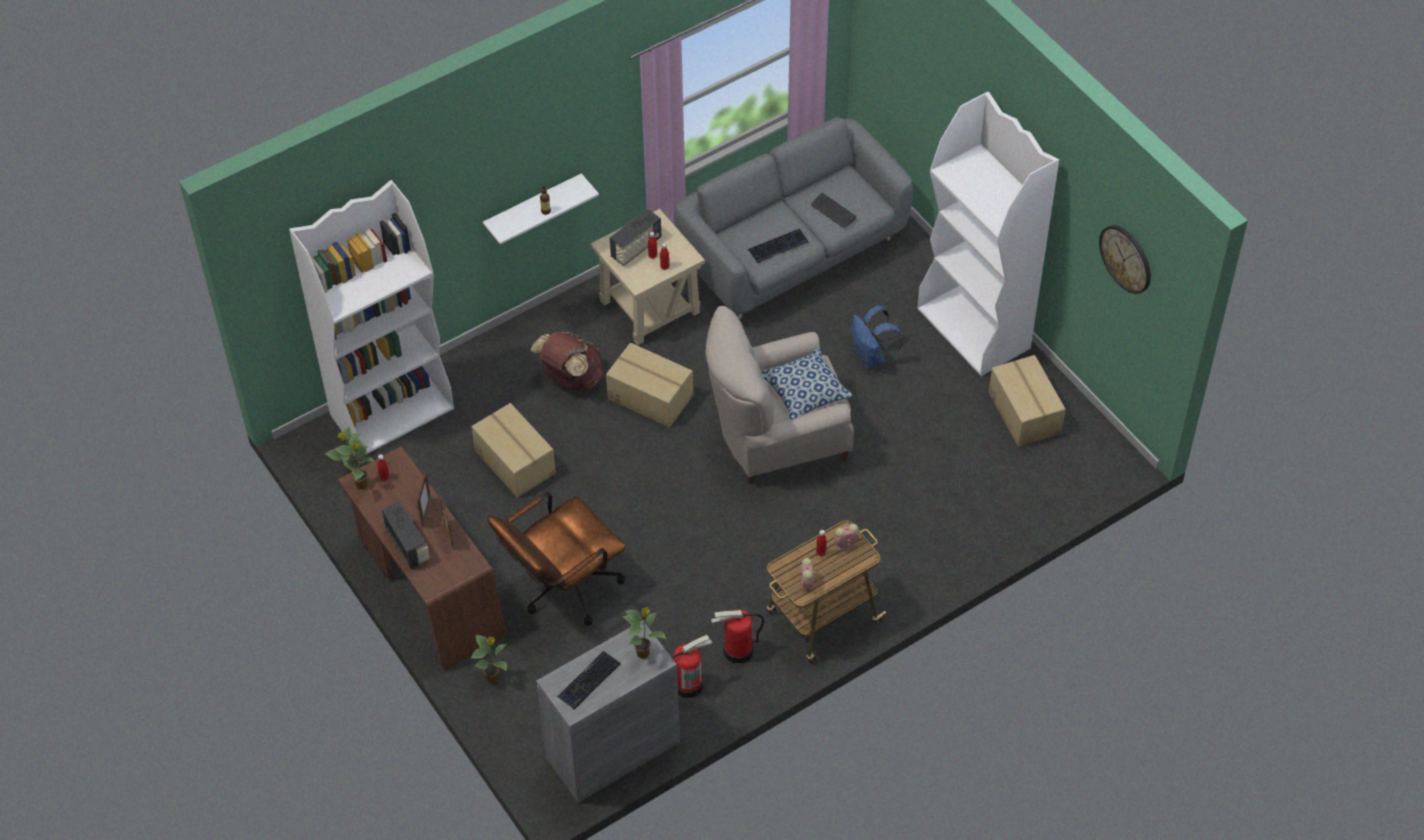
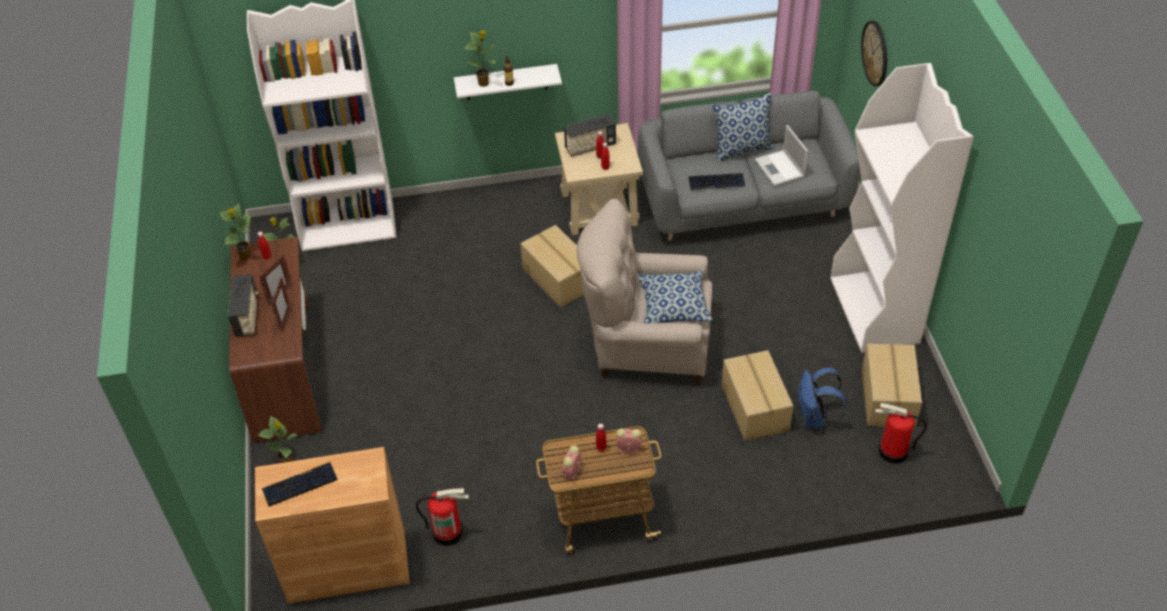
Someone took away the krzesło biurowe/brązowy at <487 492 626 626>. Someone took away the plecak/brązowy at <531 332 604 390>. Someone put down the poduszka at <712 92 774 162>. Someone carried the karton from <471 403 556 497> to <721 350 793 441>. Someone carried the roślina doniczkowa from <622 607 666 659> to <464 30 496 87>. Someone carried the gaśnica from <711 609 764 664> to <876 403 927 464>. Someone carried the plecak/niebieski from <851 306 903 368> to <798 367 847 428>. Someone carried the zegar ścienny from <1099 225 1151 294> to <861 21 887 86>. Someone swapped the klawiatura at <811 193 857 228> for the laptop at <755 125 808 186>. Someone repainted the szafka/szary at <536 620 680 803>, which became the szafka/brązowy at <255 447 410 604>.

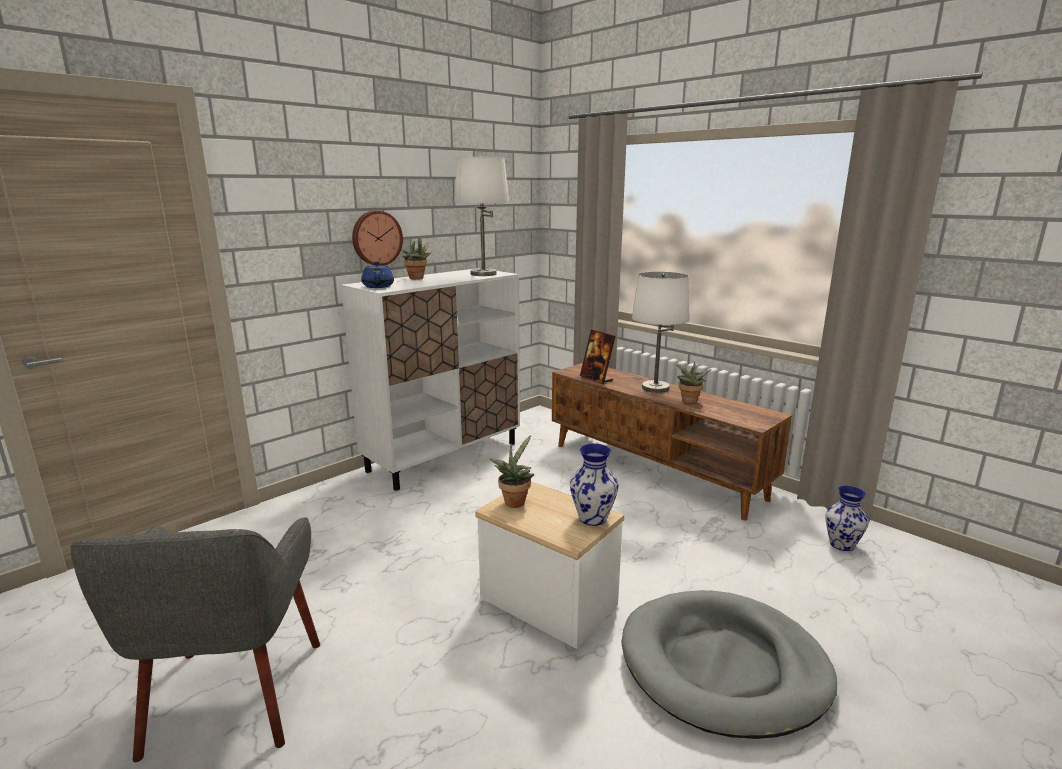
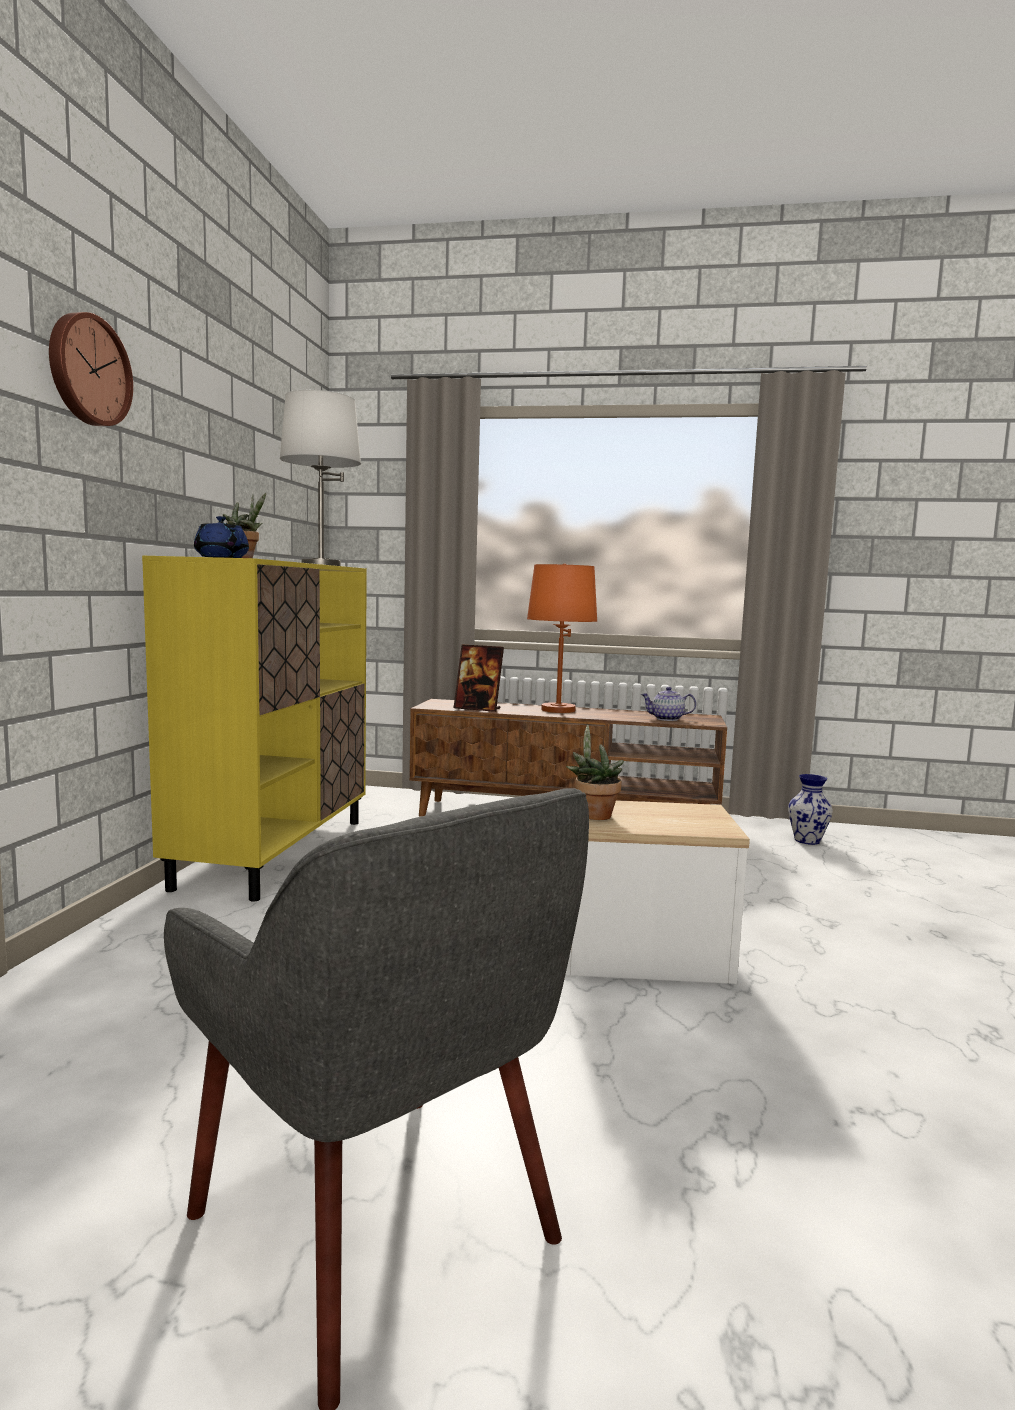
Someone took away the wazon at <570 444 619 526>. Someone took away the legowisko/szary at <621 590 837 739>. Someone took away the roślina doniczkowa at <677 362 712 403>. Someone put down the imbryk at <641 687 696 721>. Someone carried the zegar ścienny from <352 211 403 266> to <49 312 133 426>. Someone repainted the szafka/biały at <341 268 520 491>, which became the szafka/żółty at <142 556 367 902>. Someone repainted the lampa stołowa/biały at <632 272 690 393>, which became the lampa stołowa/pomarańczowy at <527 563 597 713>.

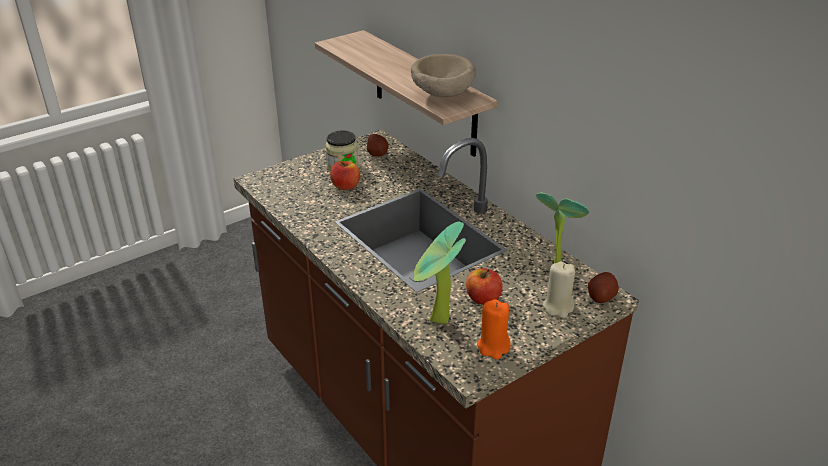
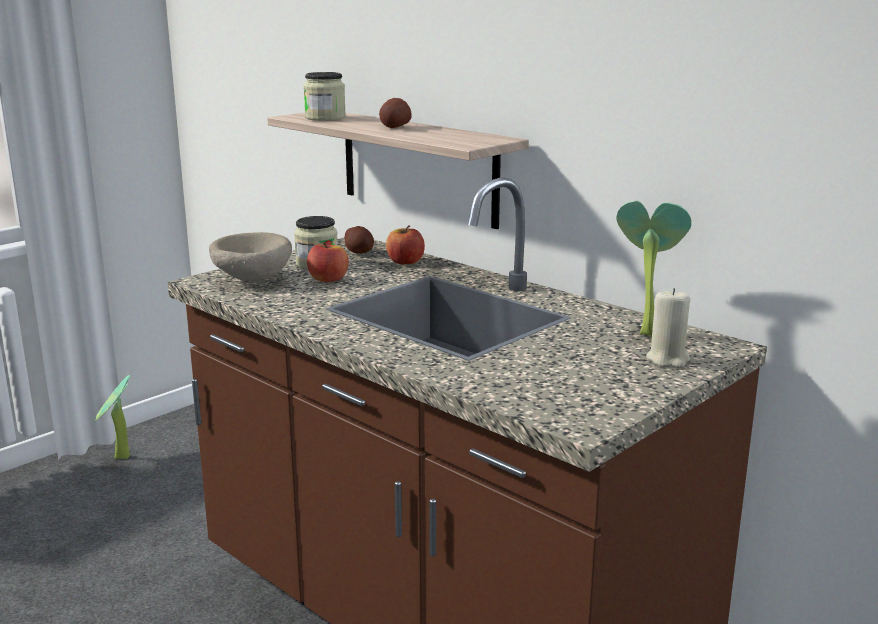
Someone took away the świeca/pomarańczowy at <477 299 510 360>. Someone put down the słoik at <303 72 346 121>. Someone carried the miska/beżowy from <411 54 476 97> to <209 232 292 281>. Someone carried the roślina doniczkowa from <414 222 466 324> to <95 375 131 459>. Someone carried the jabłko from <466 268 502 305> to <386 225 425 265>. Someone carried the ziemniak from <588 272 619 303> to <379 98 412 128>.

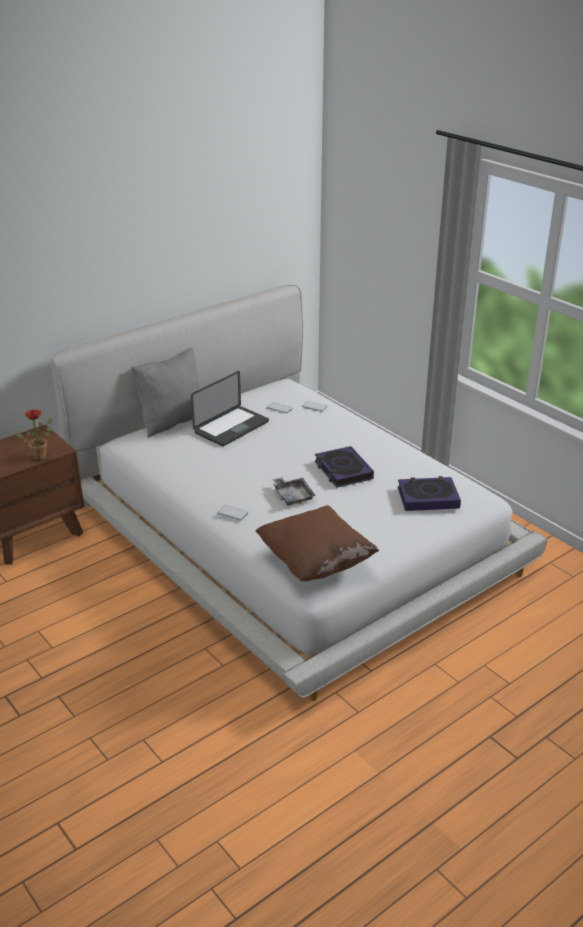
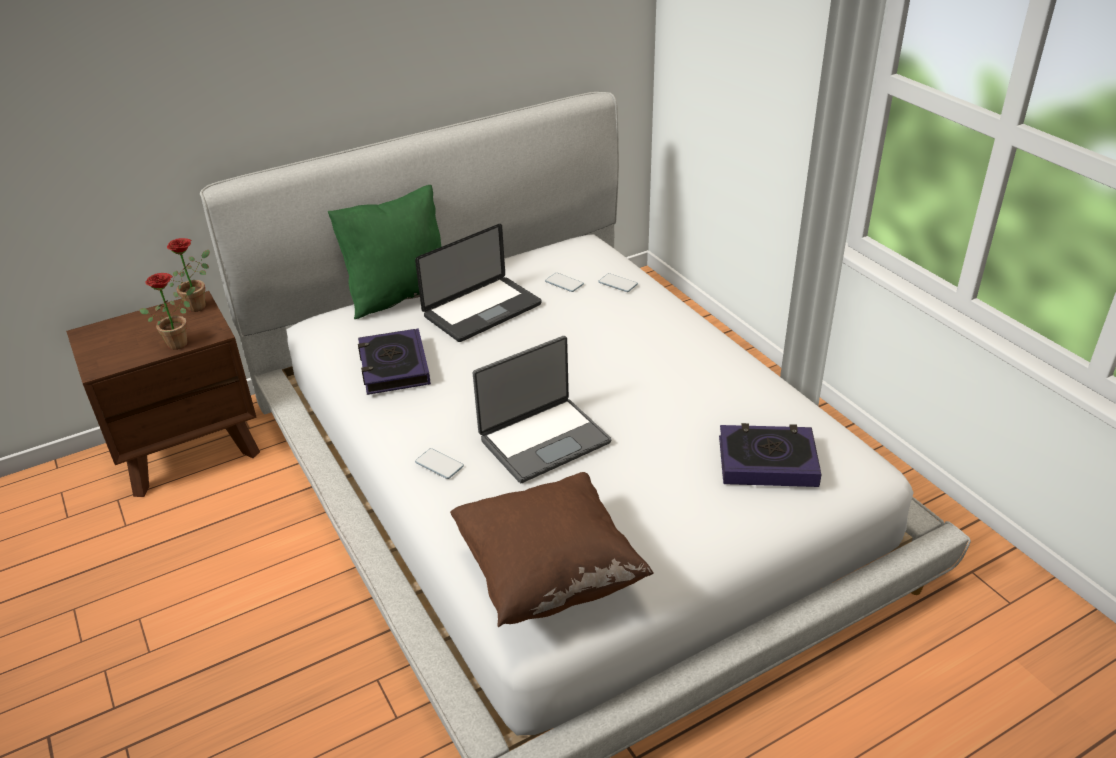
Someone put down the roślina doniczkowa at <167 238 210 312>. Someone carried the książka from <315 446 374 488> to <358 328 431 395>. Someone swapped the taca/szary at <272 477 316 506> for the laptop at <473 336 612 483>. Someone repainted the poduszka/szary at <131 348 201 438>, which became the poduszka/zielony at <328 185 442 319>.

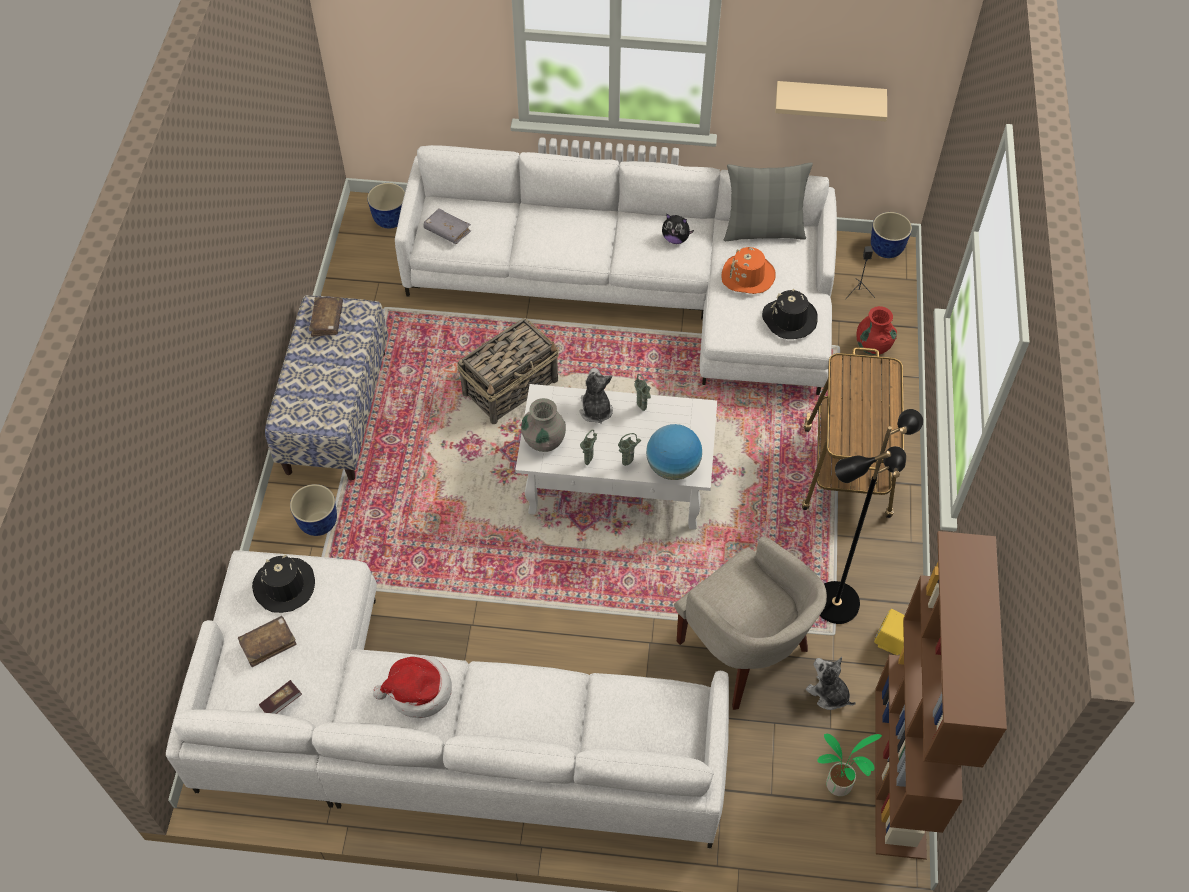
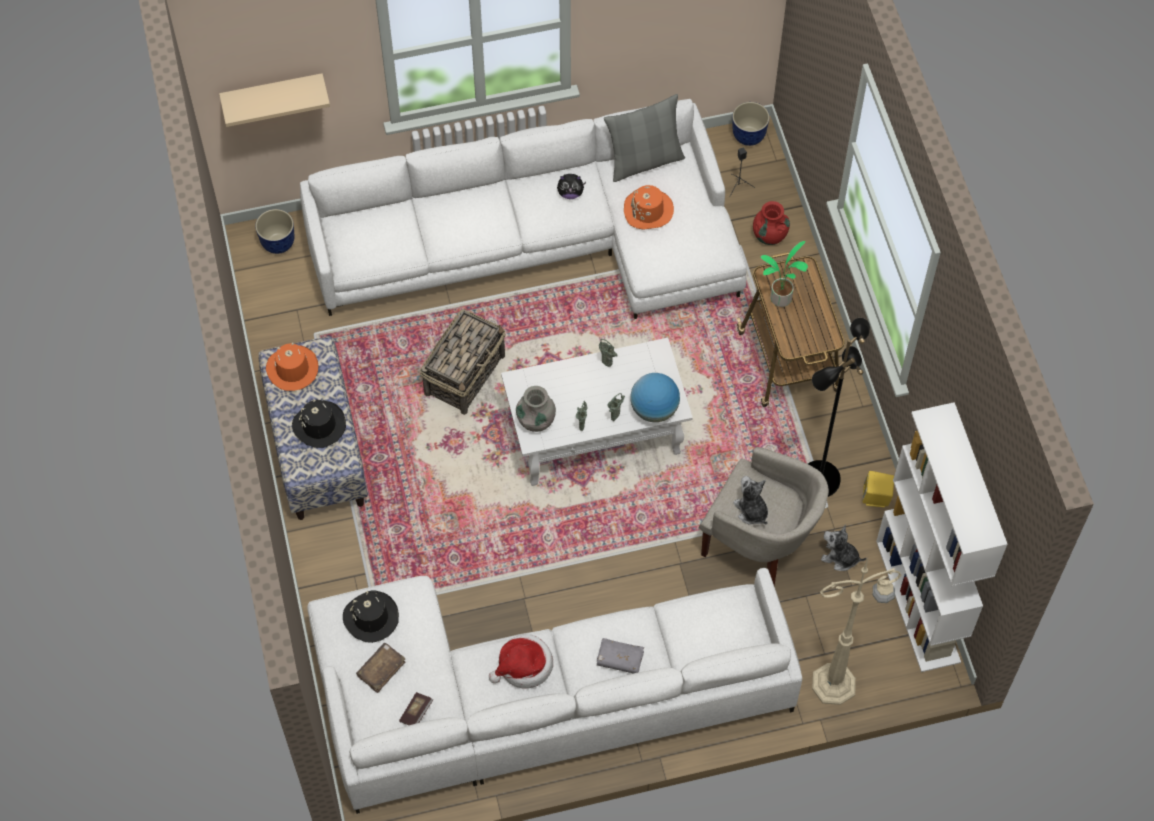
Someone took away the donica at <290 484 337 536>. Someone put down the lampa stojąca/beżowy at <812 558 902 705>. Someone carried the książka/szary from <424 208 471 244> to <597 638 644 673>. Someone carried the pluszak from <579 368 613 424> to <733 476 768 525>. Someone carried the kapelusz/czarny from <762 288 818 339> to <292 399 346 448>. Someone carried the półka/beżowy from <775 81 887 121> to <219 73 330 127>. Someone carried the roślina doniczkowa from <817 734 882 796> to <761 241 808 307>. Someone swapped the książka/brązowy at <309 297 343 337> for the kapelusz/pomarańczowy at <266 342 318 391>. Someone repainted the regał/brązowy at <875 531 1007 860>, which became the regał/biały at <876 402 1008 672>.

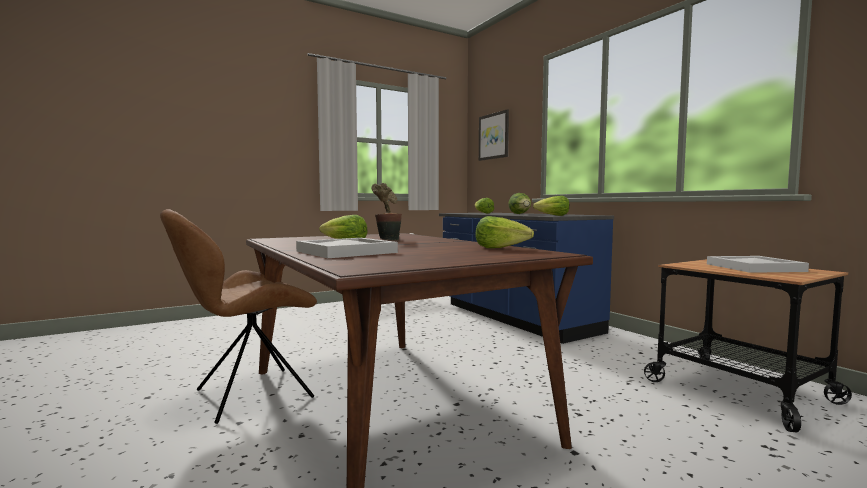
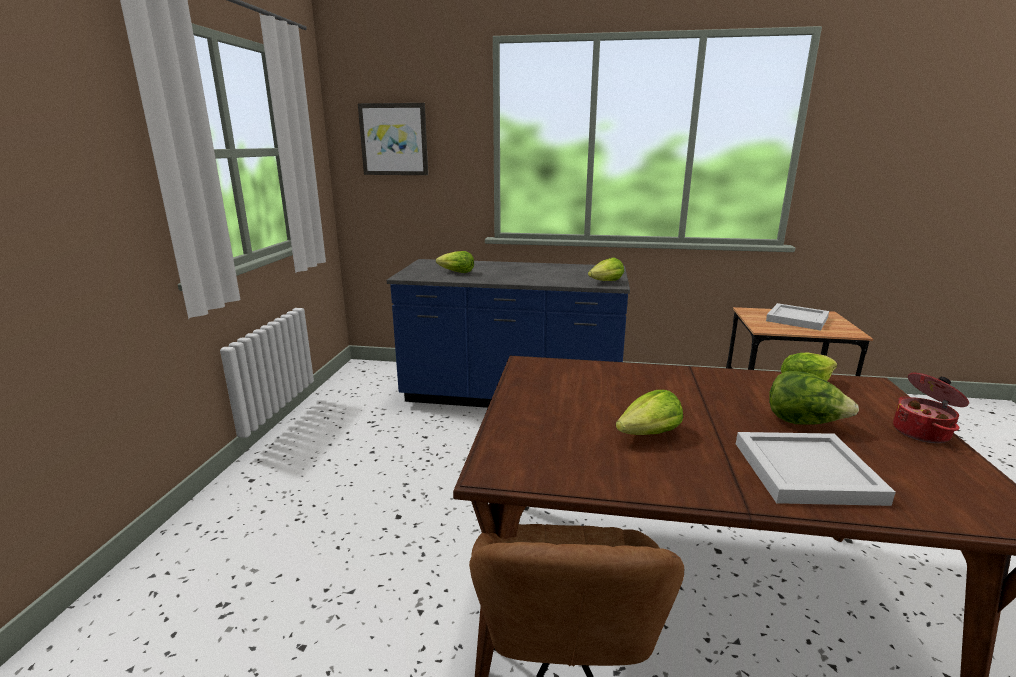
Someone took away the roślina doniczkowa at <372 183 402 240>. Someone put down the garnek at <893 373 969 443>. Someone carried the sałata from <508 193 531 214> to <769 371 859 425>.

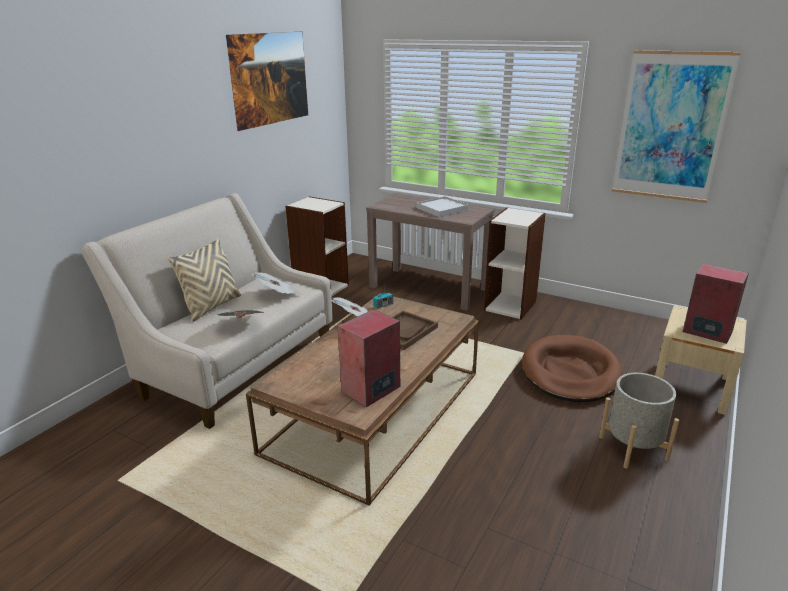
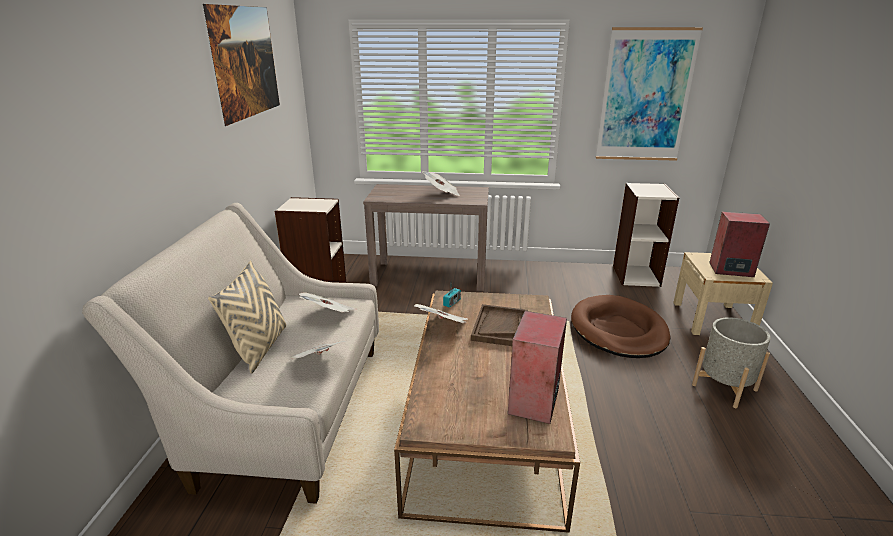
Someone carried the regał from <484 208 546 320> to <613 183 679 287>. Someone swapped the taca/biały at <416 196 469 217> for the gazeta at <422 171 460 196>.

